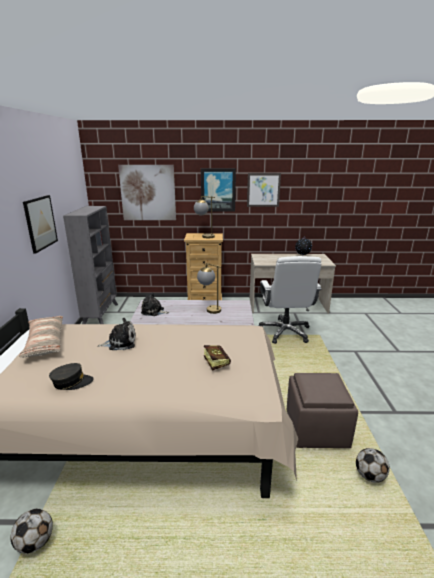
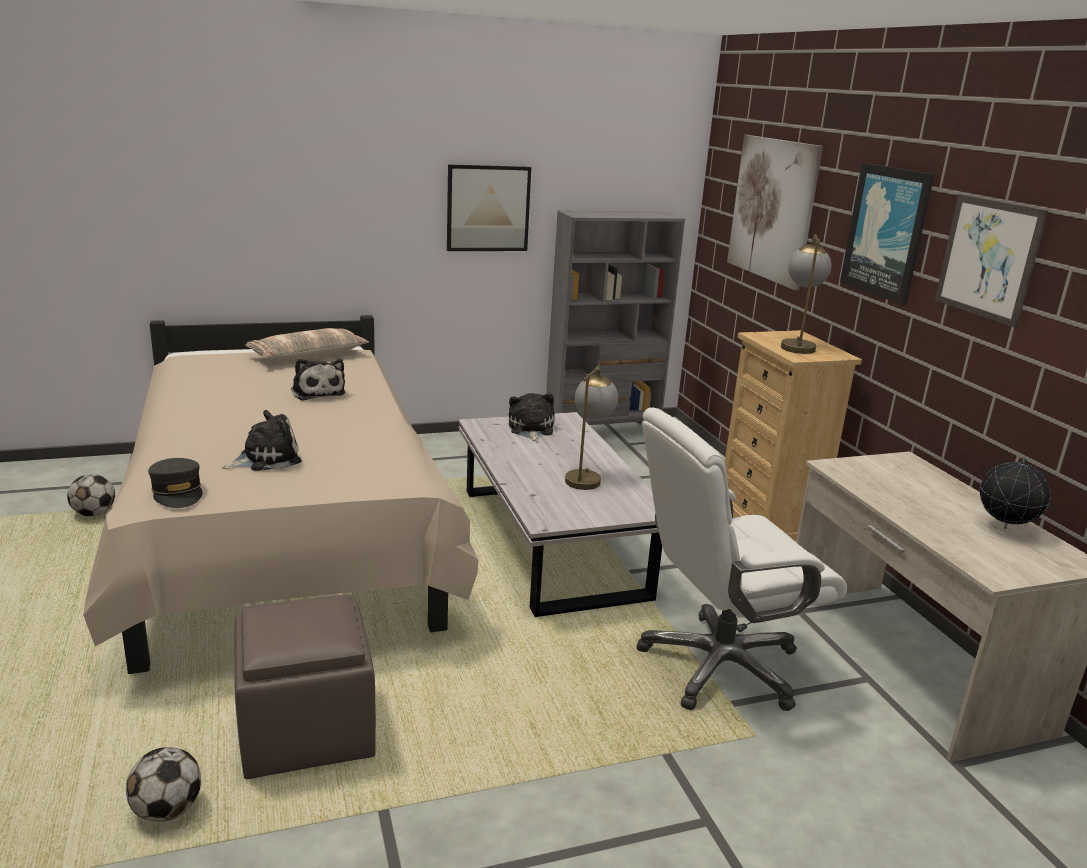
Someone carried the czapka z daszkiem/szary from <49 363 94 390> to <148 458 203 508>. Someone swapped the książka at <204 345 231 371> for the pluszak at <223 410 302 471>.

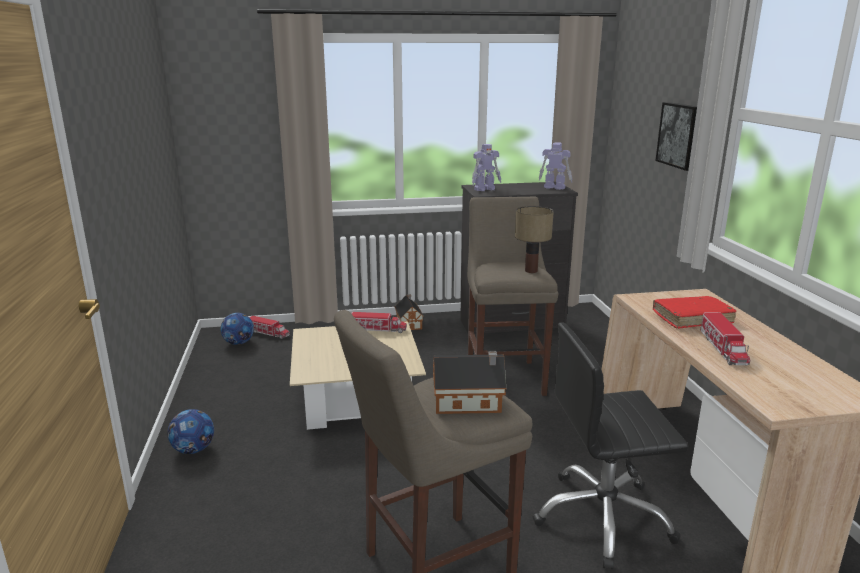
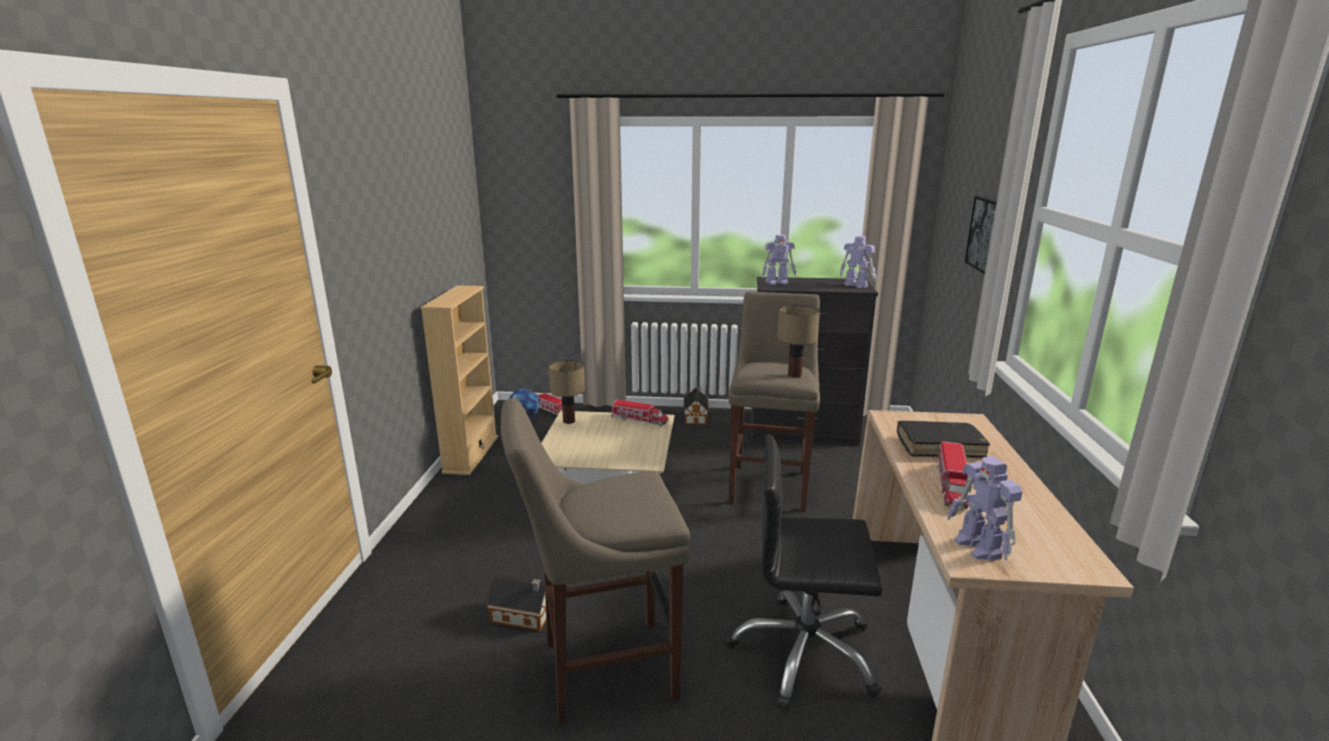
Someone took away the piłka futbolowa at <168 409 214 454>. Someone put down the regał/beżowy at <420 285 498 475>. Someone put down the lampa stołowa at <548 360 585 424>. Someone put down the robot zabawkowy at <947 456 1022 561>. Someone carried the domek from <433 351 506 414> to <486 574 546 631>. Someone repainted the książka/czerwony at <653 296 737 329>, which became the książka/czarny at <897 421 990 458>.

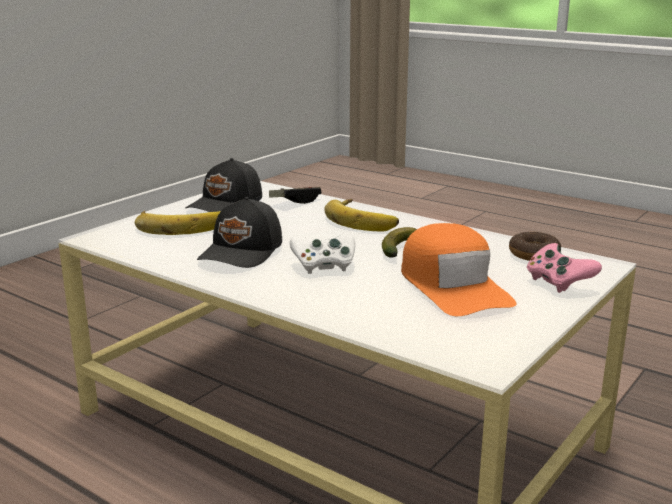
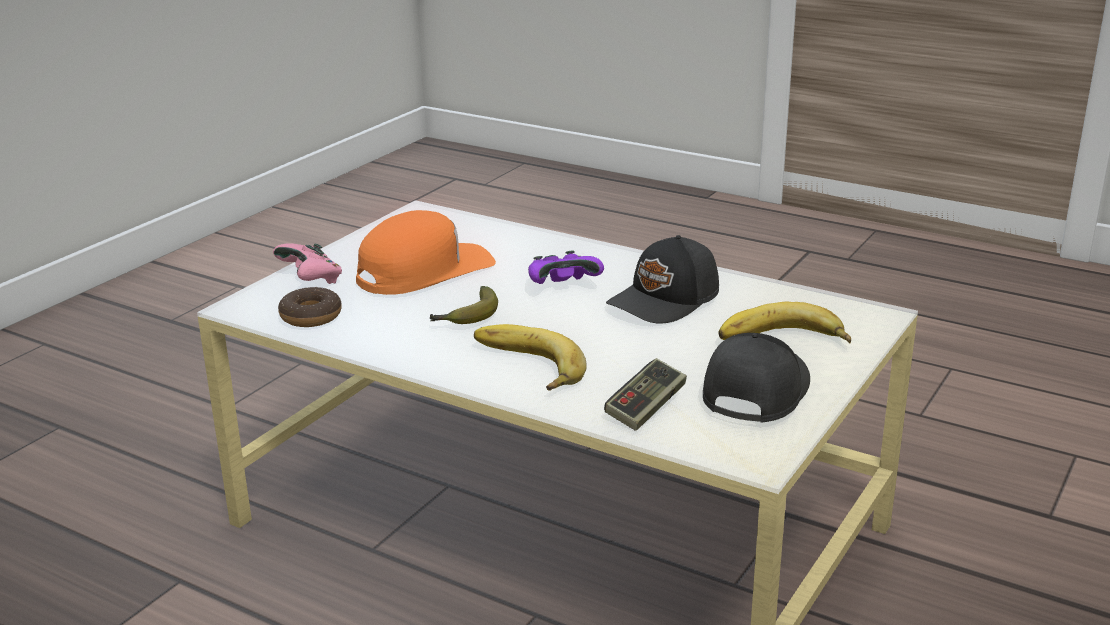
Someone repainted the pad do gier/biały at <290 232 355 274>, which became the pad do gier/fioletowy at <528 251 604 284>. Someone rotated the czapka z daszkiem/czarny at <197 197 282 268> by 150 degrees counterclockwise. Someone rotated the czapka z daszkiem/pomarańczowy at <401 223 517 316> by 75 degrees clockwise.

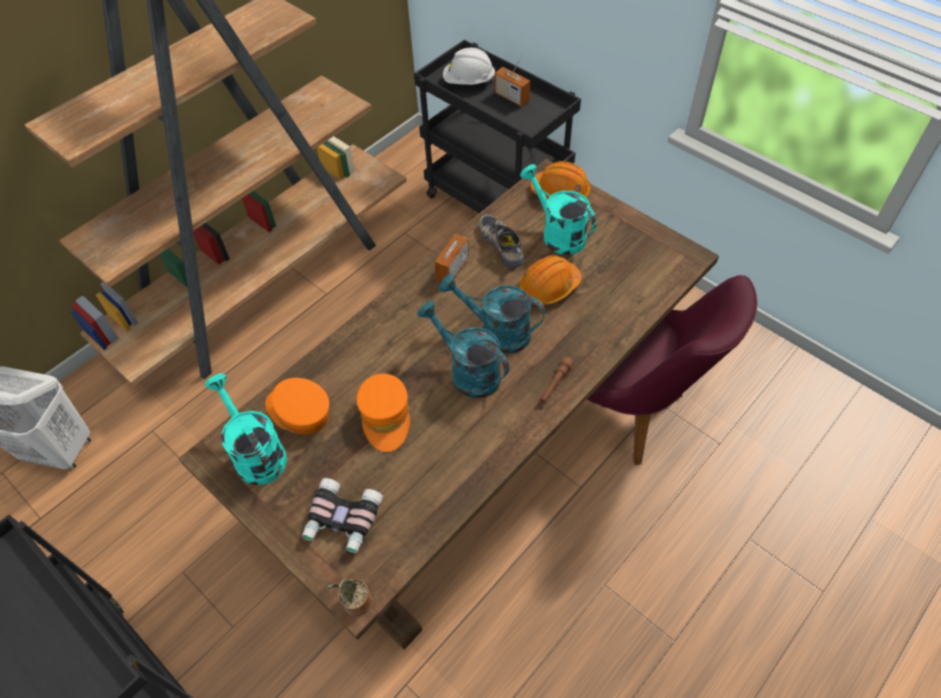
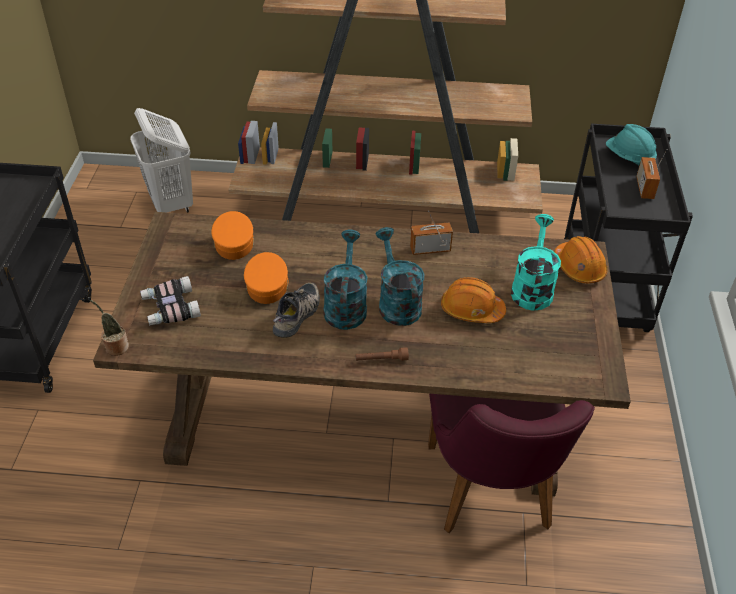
Someone took away the konewka/turkusowy at <205 373 287 486>. Someone carried the but from <479 214 525 268> to <273 283 320 338>. Someone repainted the kask/biały at <443 48 495 85>, which became the kask/turkusowy at <606 124 657 165>. Someone rotated the czapka z daszkiem/pomarańczowy at <357 374 410 452> by 135 degrees clockwise.

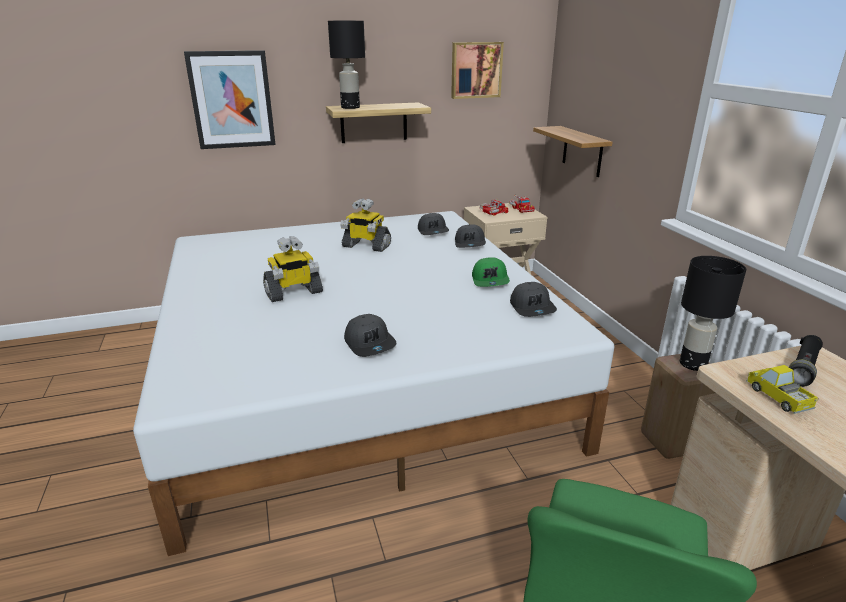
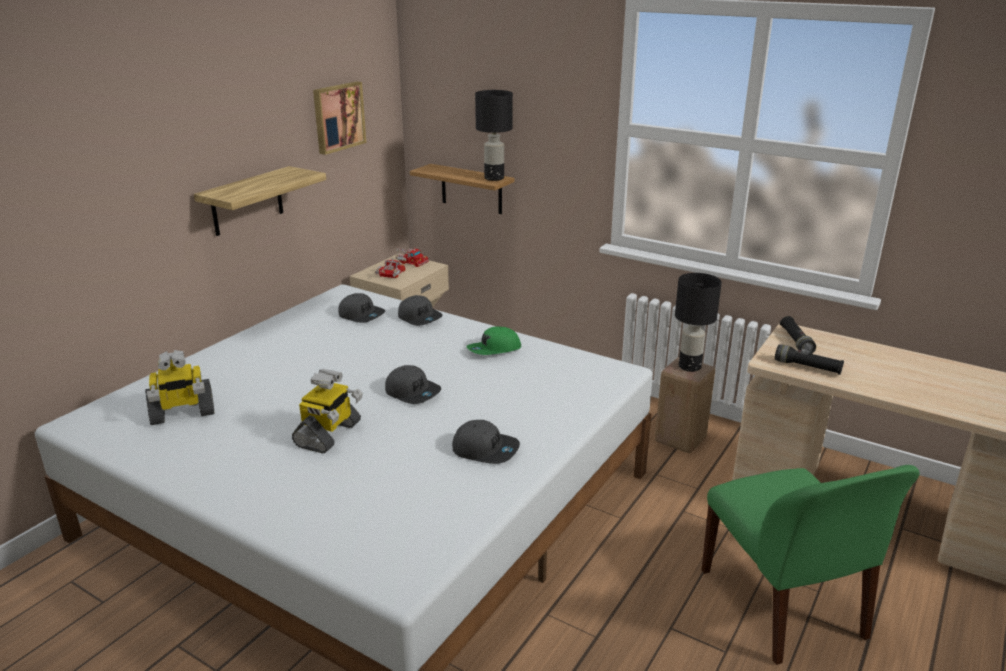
Someone took away the obraz at <184 50 276 149>. Someone carried the lampa stołowa/czarny from <328 21 365 109> to <475 90 513 181>. Someone carried the robot zabawkowy from <340 198 391 252> to <145 350 215 425>. Someone carried the czapka z daszkiem/szary from <510 282 557 317> to <385 365 441 404>. Someone swapped the ciężarówka zabawkowa at <746 365 818 414> for the latarka/czarny at <775 344 844 375>. Someone rotated the czapka z daszkiem/zielony at <472 257 510 287> by 105 degrees clockwise.

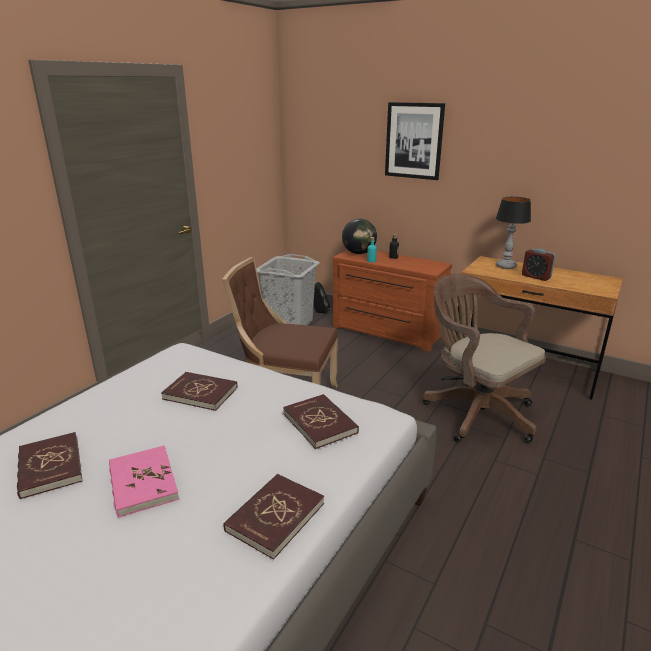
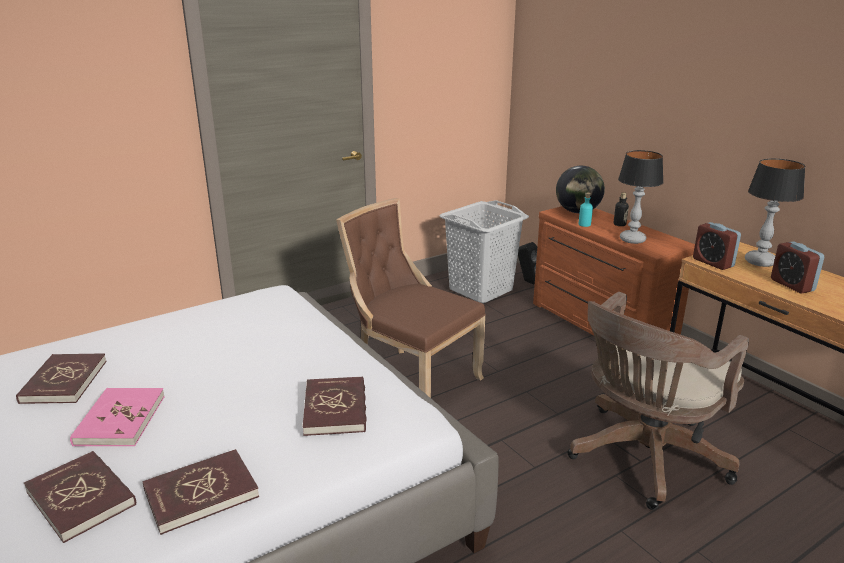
Someone took away the obraz at <385 102 445 180>. Someone put down the lampa stołowa at <618 150 664 244>. Someone put down the budzik at <693 222 741 270>. Someone carried the książka/czerwony from <161 372 238 411> to <24 451 136 543>. Someone rotated the krzesło biurowe/brązowy at <423 273 546 443> by 120 degrees counterclockwise.

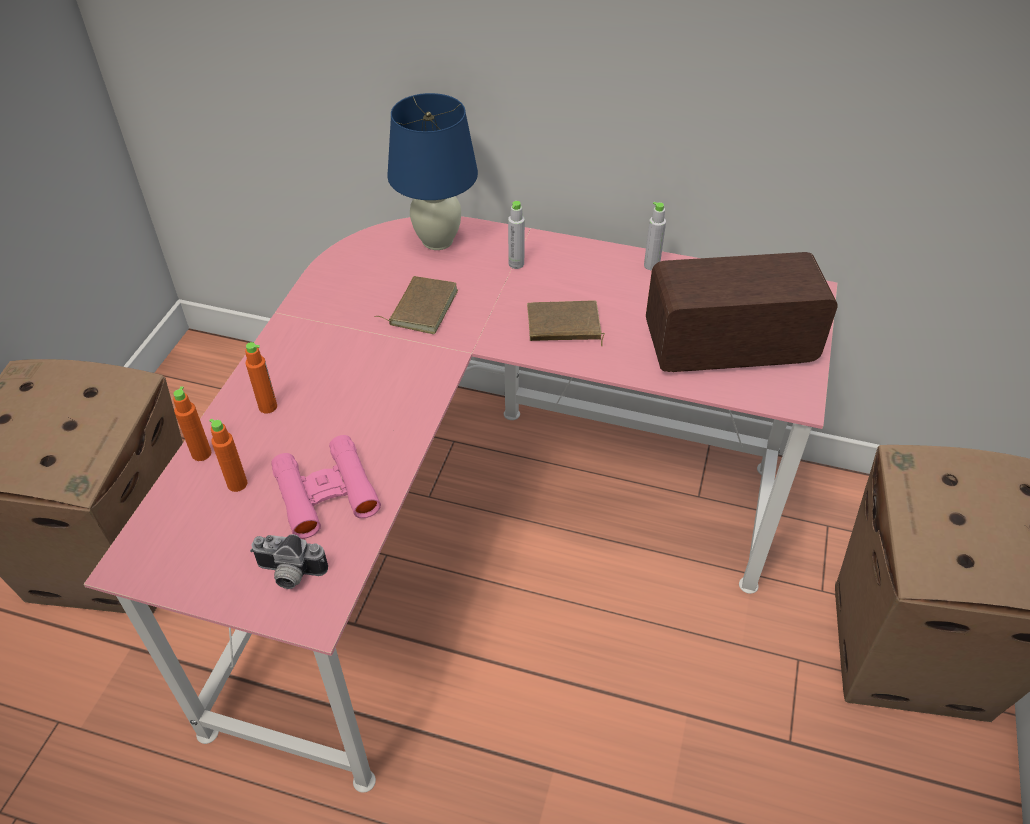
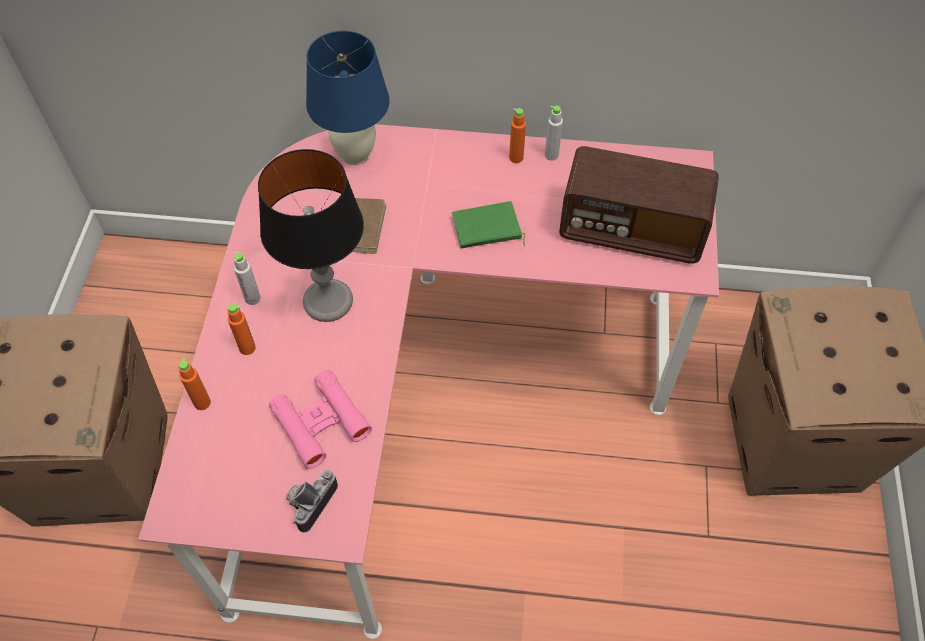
Someone put down the lampa stołowa at <258 149 364 322>. Someone carried the butelka/pomarańczowy from <209 418 247 492> to <509 108 526 163>. Someone carried the butelka/szary from <508 201 525 269> to <234 253 260 305>. Someone repainted the książka/brązowy at <527 300 605 346>, which became the książka/zielony at <452 201 525 248>. Someone rotated the aparat fotograficzny at <250 534 328 589> by 120 degrees clockwise. Someone rotated the radio at <646 252 837 372> by 150 degrees counterclockwise.

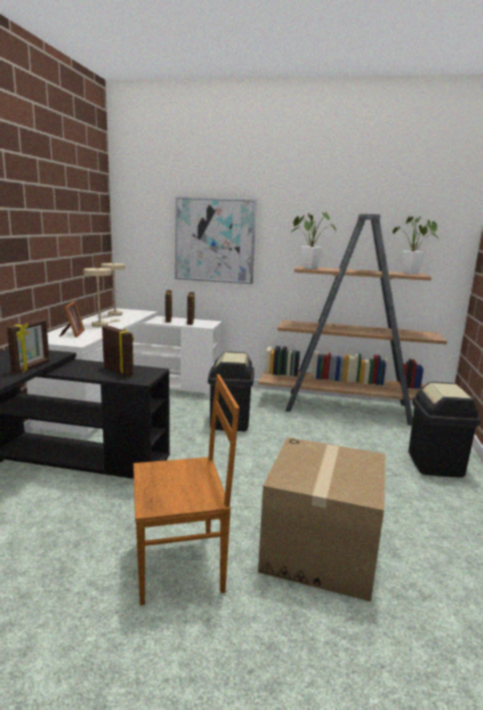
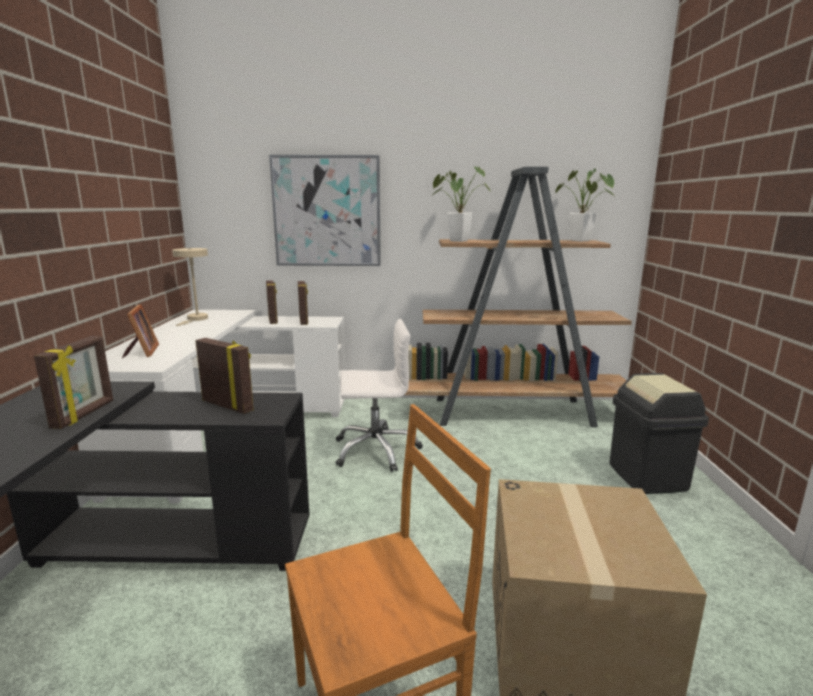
Someone took away the lampa stołowa/beżowy at <83 268 120 327>. Someone swapped the kosz na śmieci/czarny at <208 351 254 431> for the krzesło biurowe/biały at <335 319 423 472>.

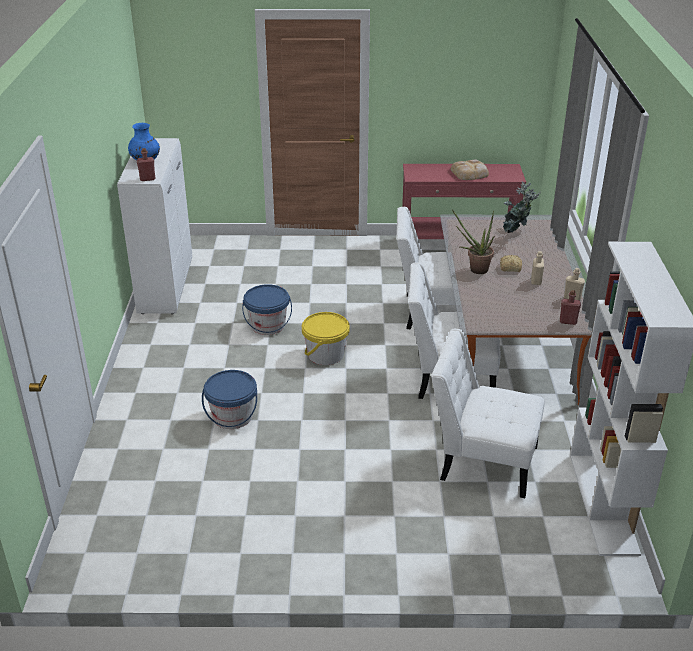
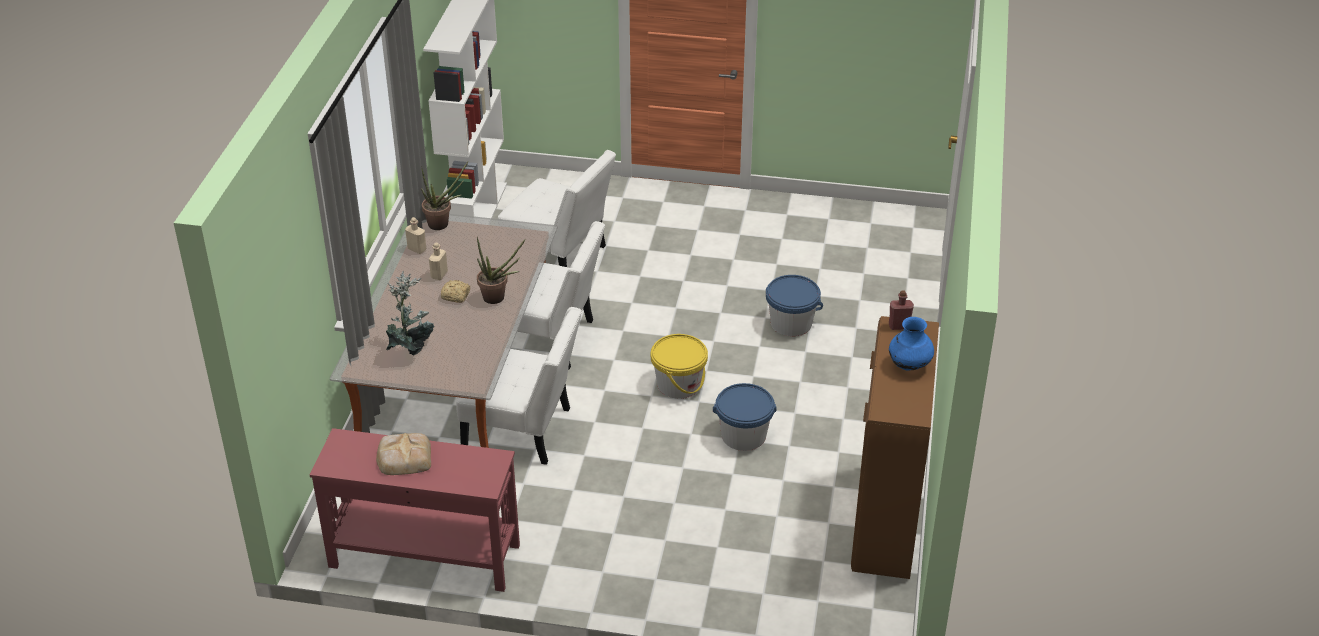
Someone swapped the butelka/czerwony at <560 290 581 325> for the roślina doniczkowa at <421 162 468 230>. Someone repainted the szafka/biały at <117 138 192 314>, which became the szafka/brązowy at <851 316 939 579>.

